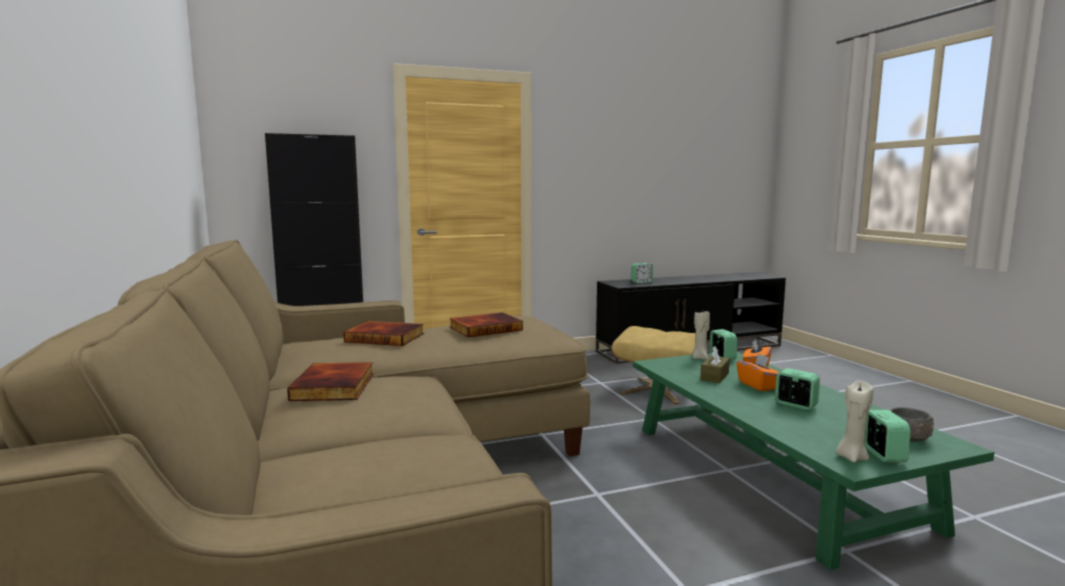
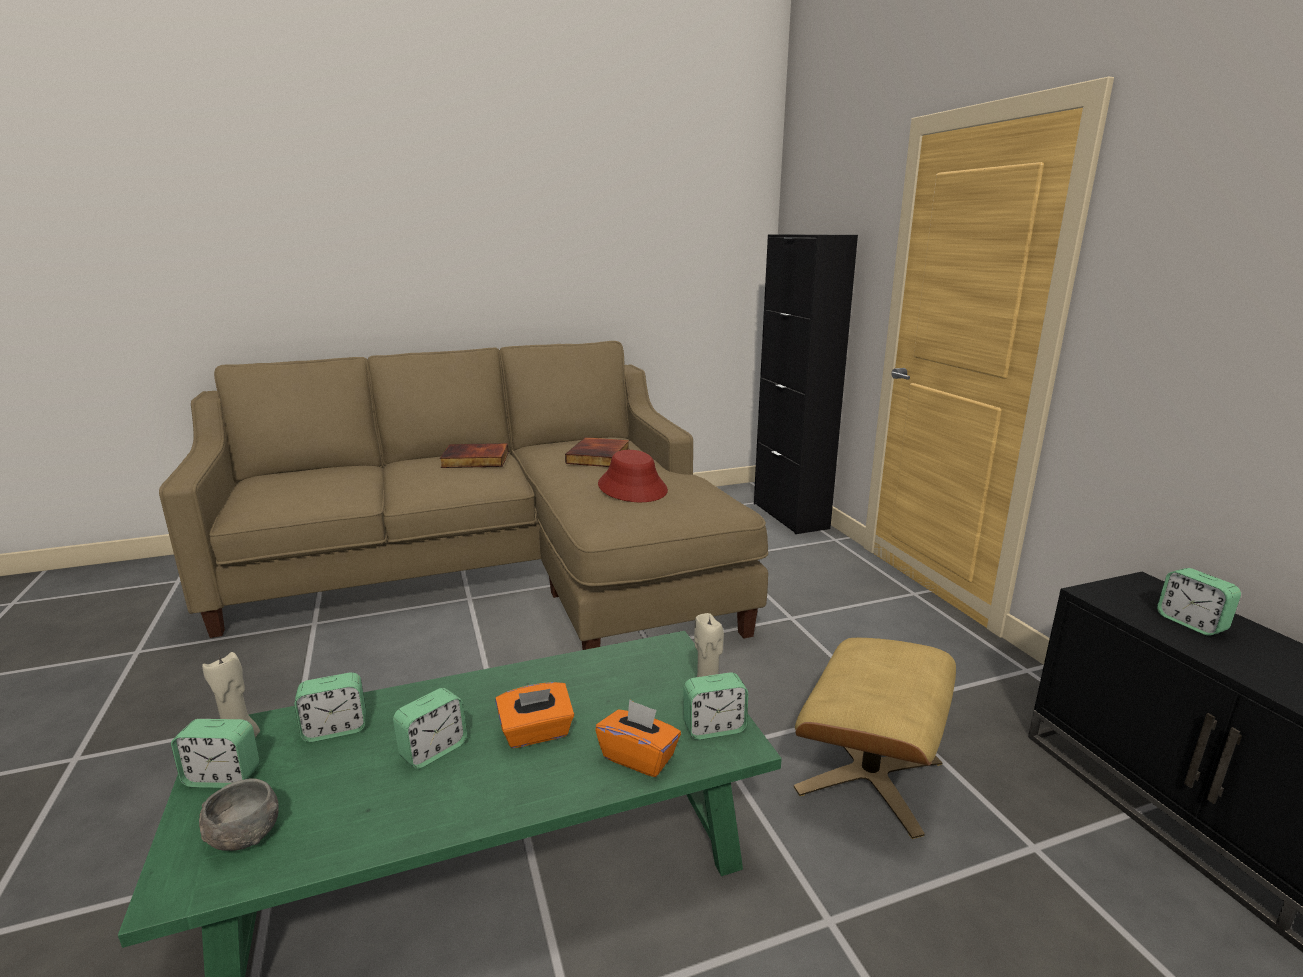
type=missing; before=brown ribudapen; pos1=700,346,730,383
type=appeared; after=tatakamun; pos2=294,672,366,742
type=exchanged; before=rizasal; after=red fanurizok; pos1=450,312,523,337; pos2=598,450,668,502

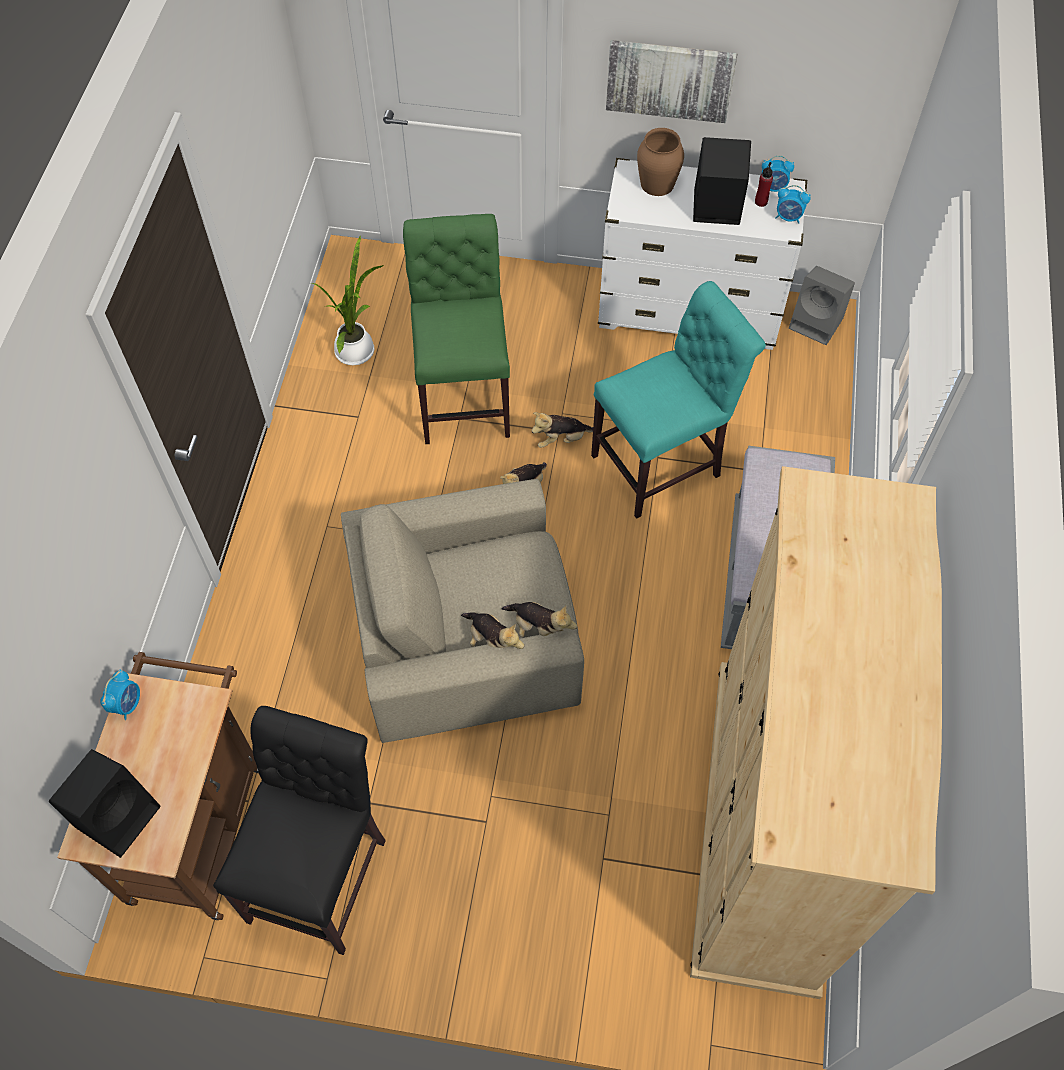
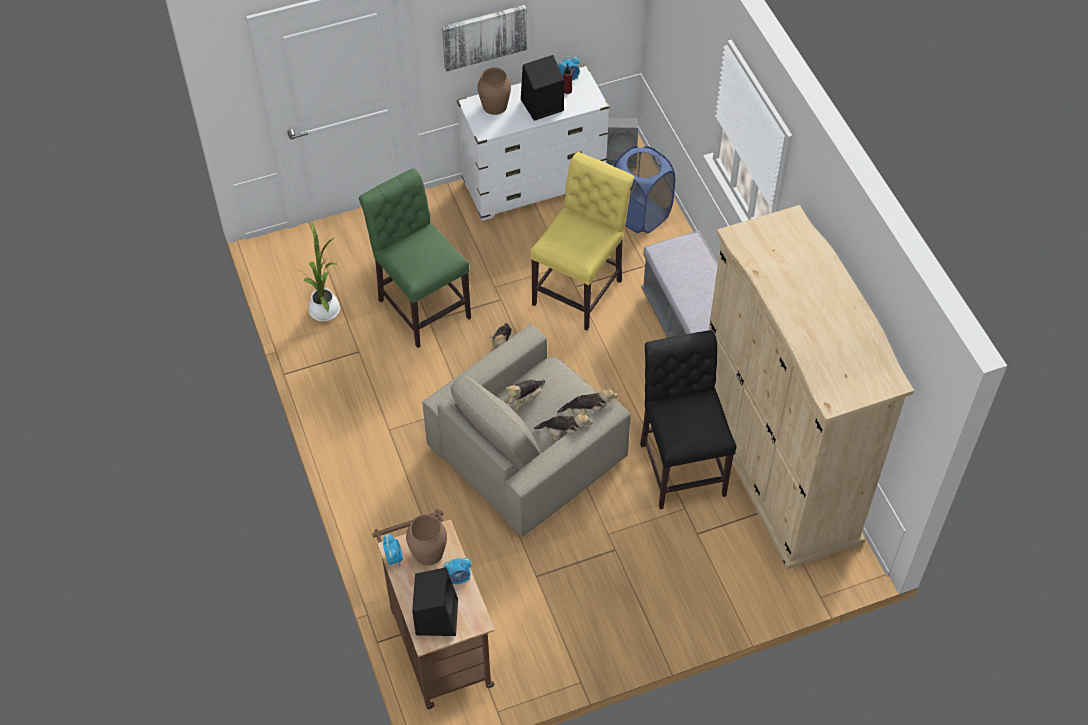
type=appeared; after=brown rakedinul; pos2=406,514,447,566
type=appeared; after=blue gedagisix; pos2=614,146,675,233
type=relocated; before=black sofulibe; pos1=213,706,386,955; pos2=640,330,737,509
type=relocated; before=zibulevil; pos1=531,412,593,448; pos2=504,379,545,412
type=relocated; before=tatakamun; pos1=775,185,811,223; pos2=443,558,471,584
type=colour; before=turquoise sofulibe; after=yellow sofulibe; pos1=591,281,766,519; pos2=530,152,634,330

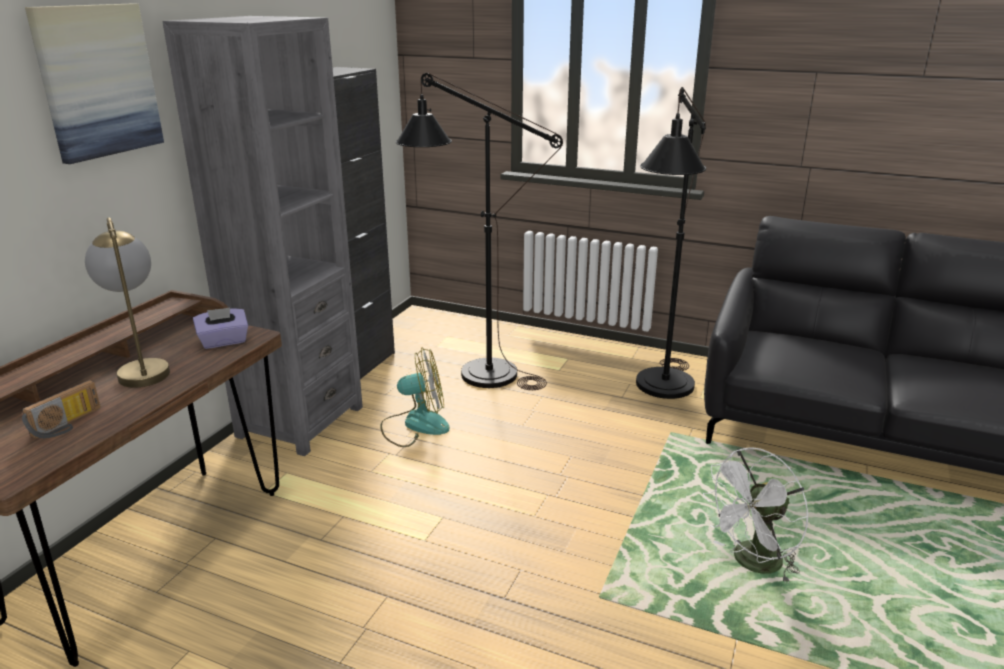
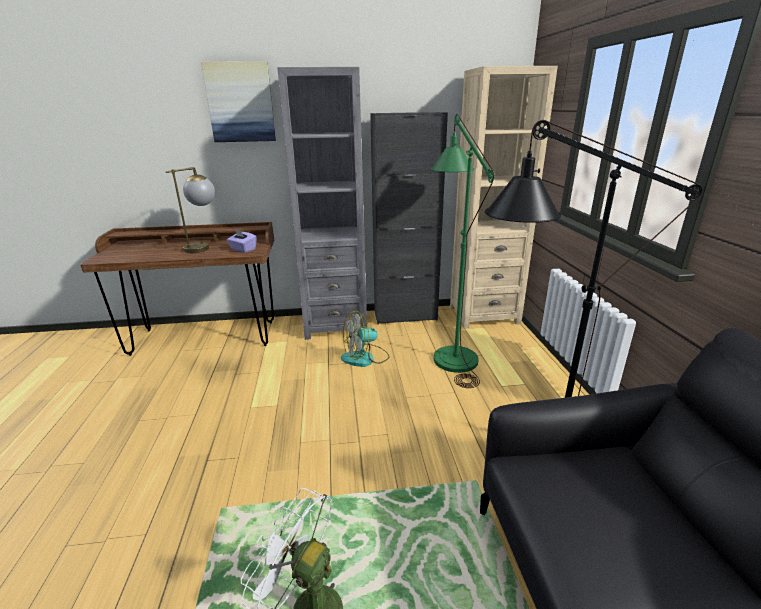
type=missing; before=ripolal; pos1=22,380,101,438
type=appeared; after=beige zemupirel; pos2=450,66,558,328
type=colour; before=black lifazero; after=green lifazero; pos1=395,73,563,390; pos2=431,114,494,388
type=spun; before=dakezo; pos1=380,347,450,447; pos2=341,311,390,367; turn=105

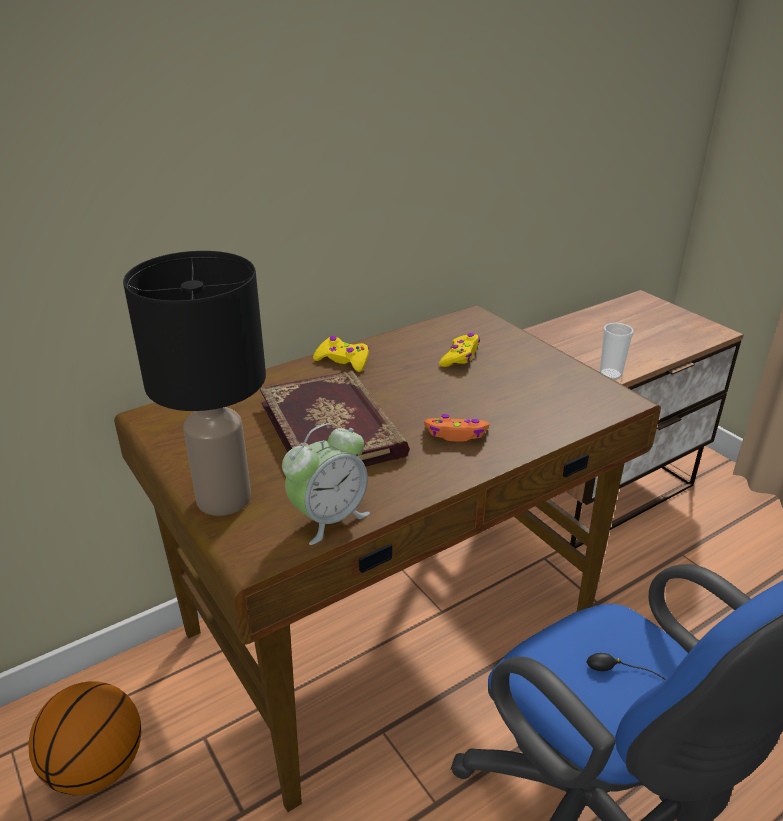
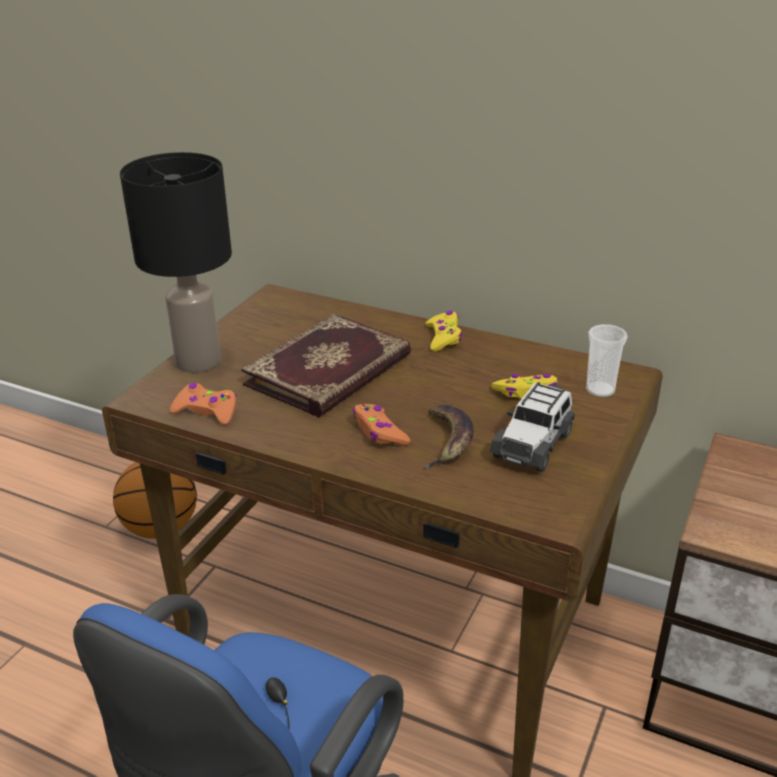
type=appeared; after=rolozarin; pos2=423,405,474,469
type=appeared; after=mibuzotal; pos2=490,382,575,472
type=relocated; before=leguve; pos1=600,323,634,380; pos2=586,324,627,397
type=exchanged; before=tatakamun; after=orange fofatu; pos1=282,423,370,545; pos2=170,383,237,425

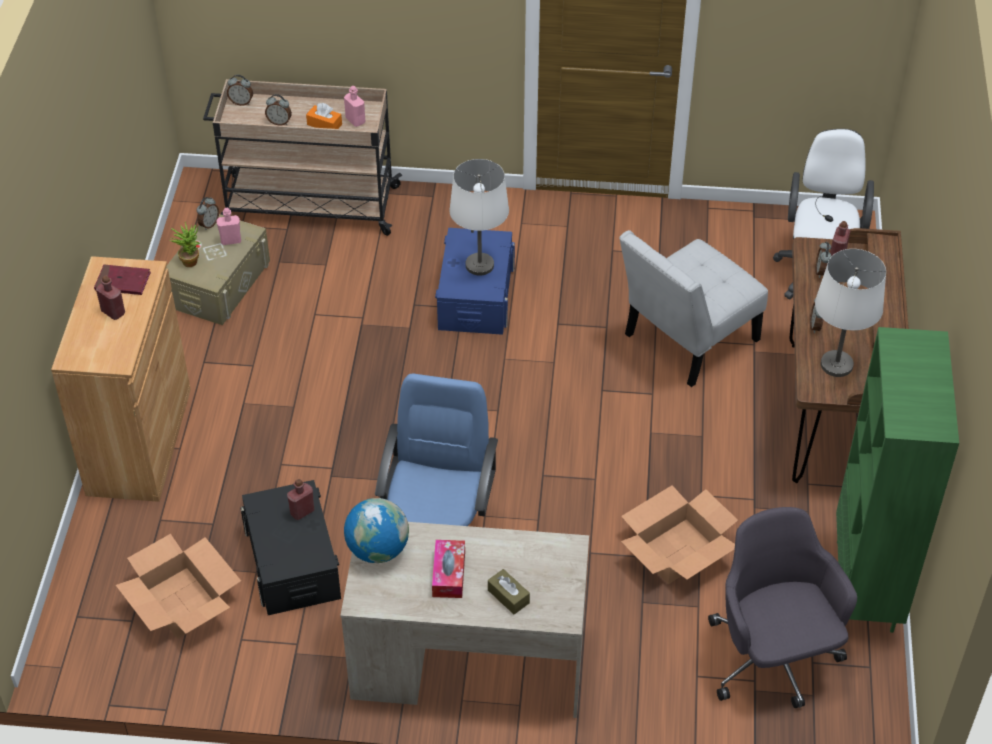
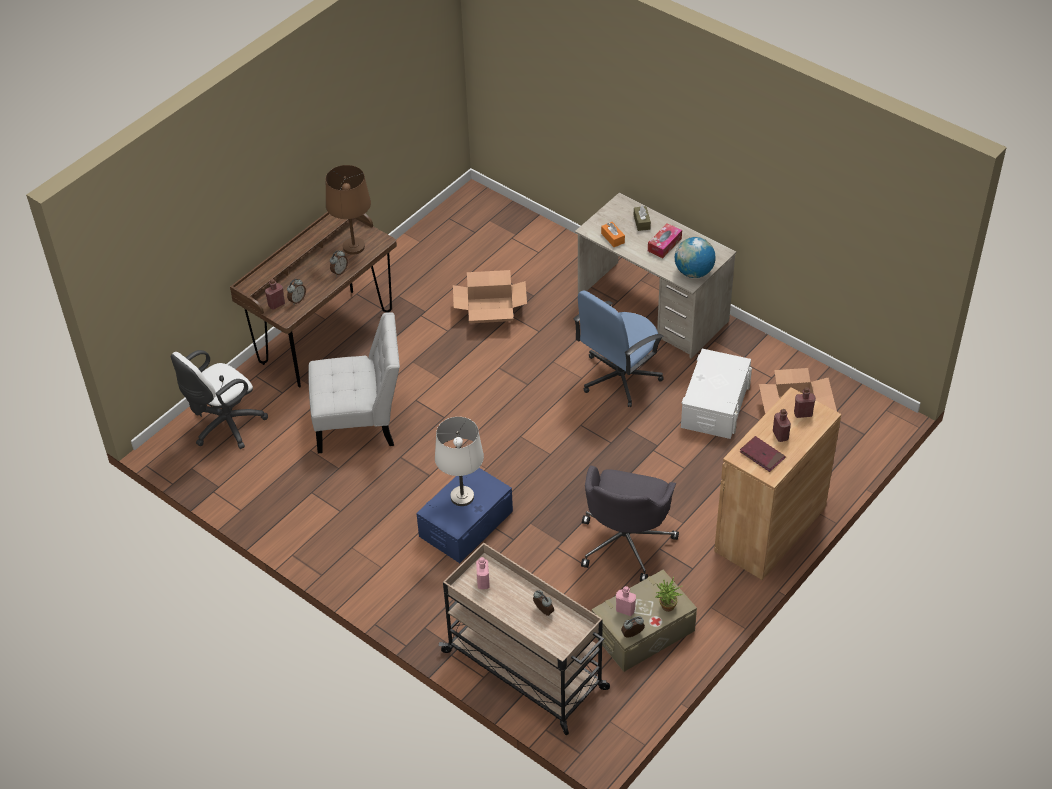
type=missing; before=tatakamun; pos1=227,75,253,106
type=missing; before=green zemupirel; pos1=836,327,959,633
type=relocated; before=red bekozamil; pos1=287,479,314,520; pos2=794,387,816,418
type=relocated; before=orange ribudapen; pos1=306,103,342,129; pos2=601,222,625,247
type=relocated; before=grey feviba; pos1=708,507,857,708; pos2=581,465,679,581
type=colour; before=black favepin; after=white favepin; pos1=241,480,341,615; pos2=681,349,752,439
type=colour; before=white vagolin; after=brown vagolin; pos1=815,249,886,377; pos2=326,165,371,255

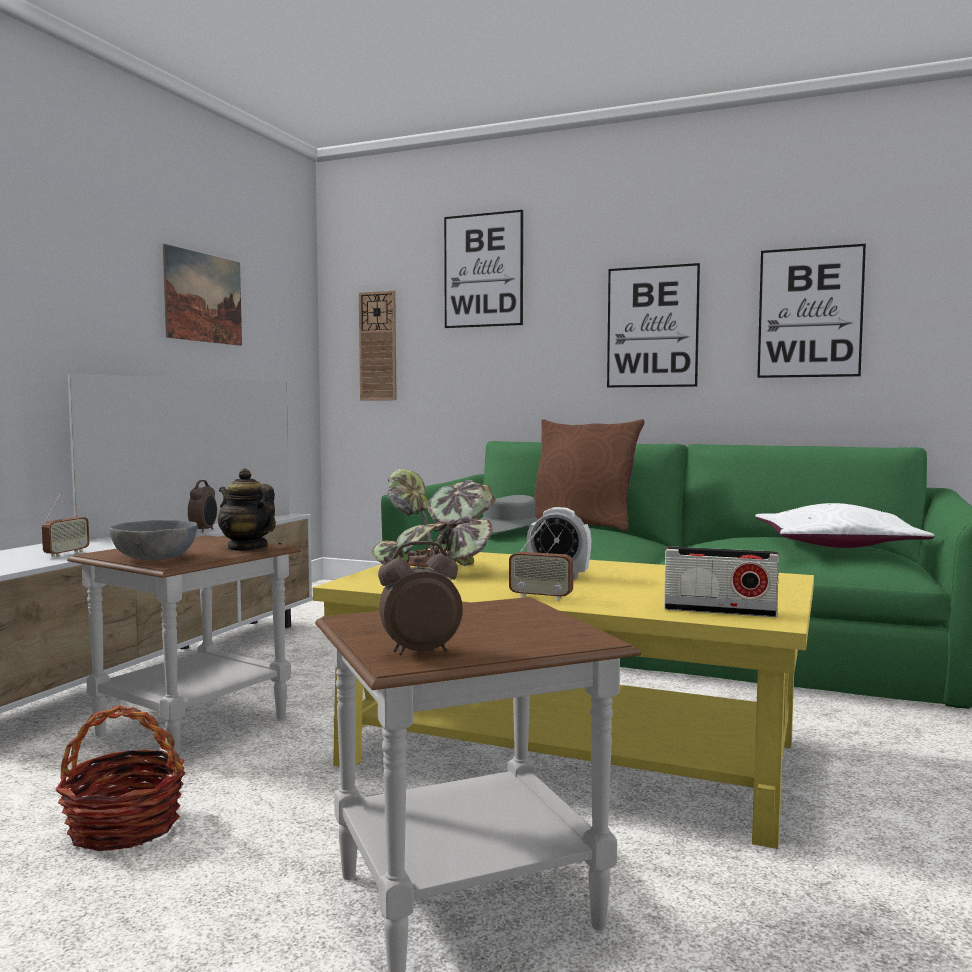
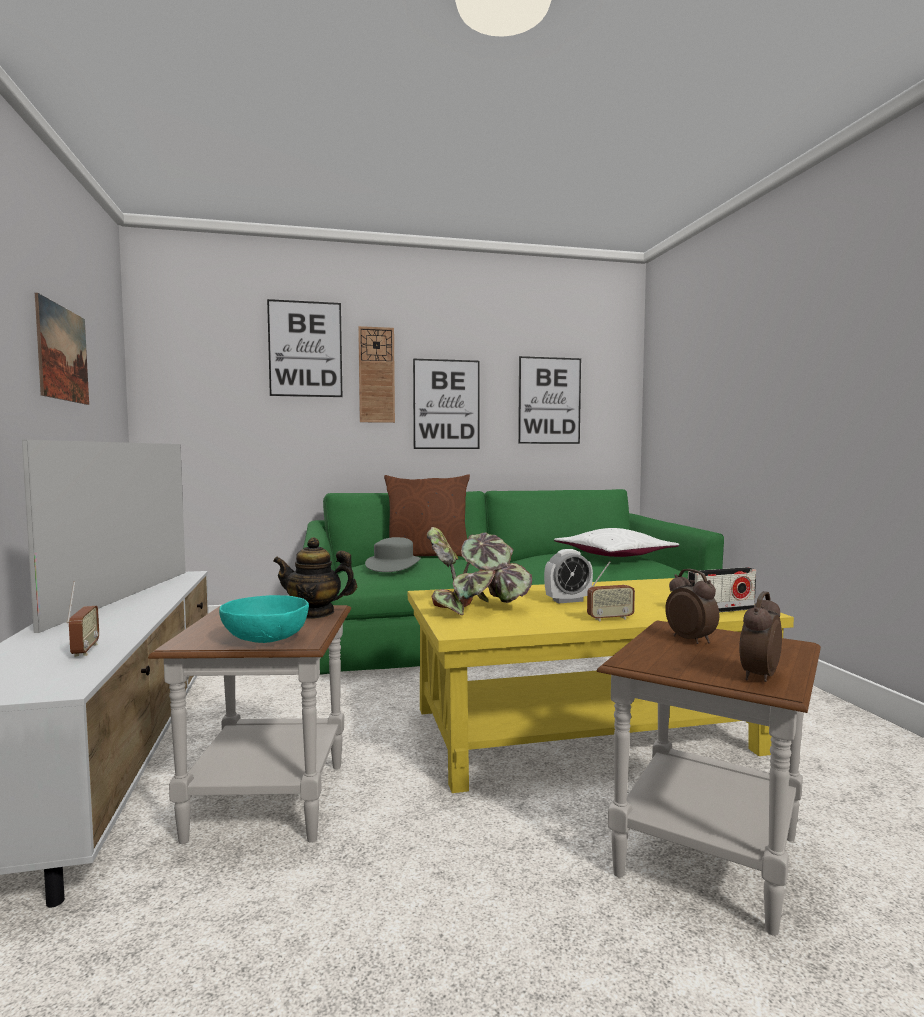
type=missing; before=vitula; pos1=55,705,185,851
type=relocated; before=tatakamun; pos1=188,480,217,532; pos2=665,569,719,644
type=relocated; before=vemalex; pos1=359,290,397,401; pos2=358,326,395,423
type=colour; before=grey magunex; after=turquoise magunex; pos1=110,520,198,561; pos2=219,595,309,643

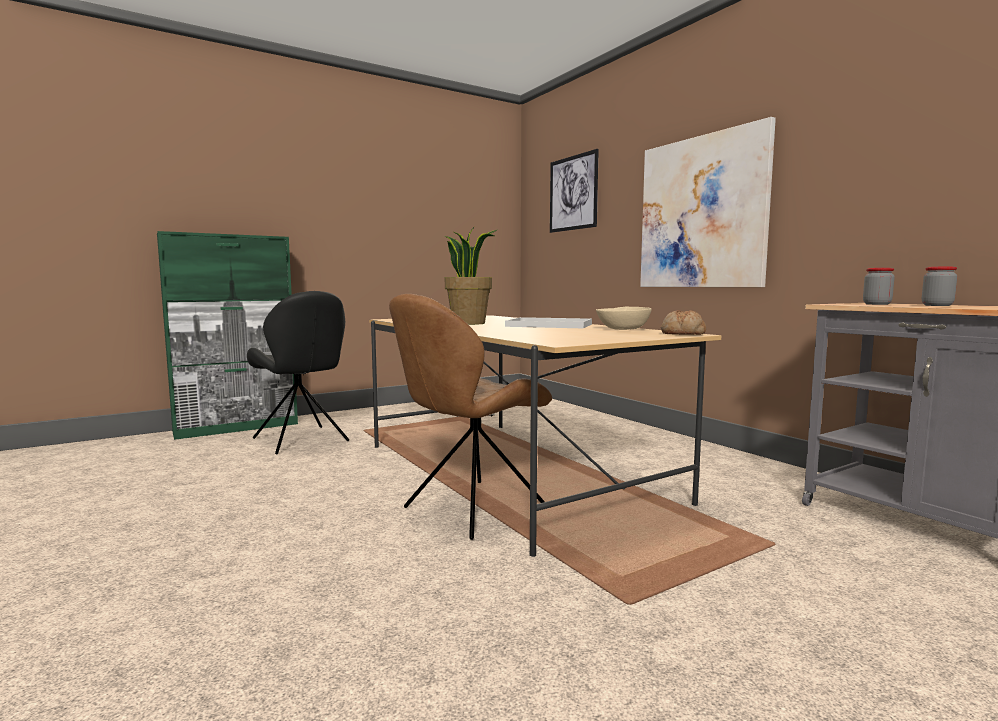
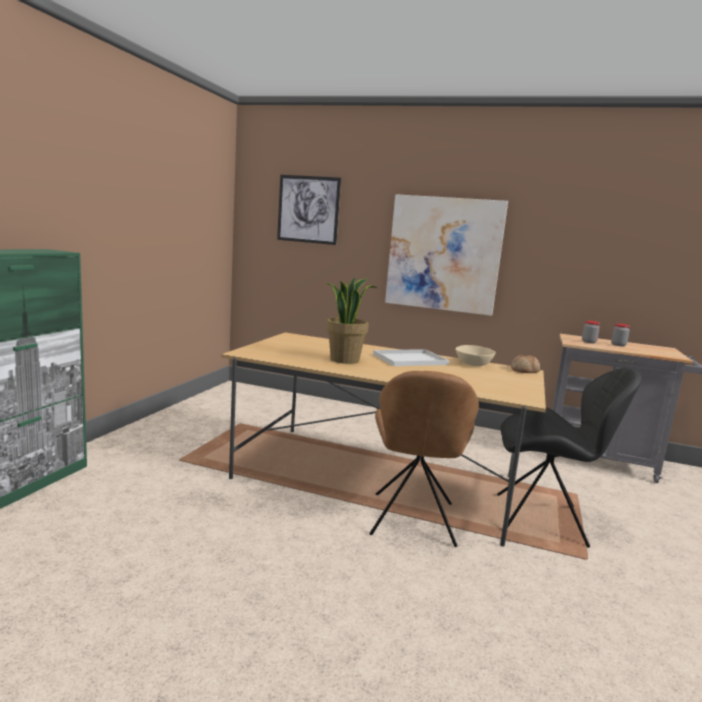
type=relocated; before=black sofulibe; pos1=247,291,349,454; pos2=497,368,642,548

